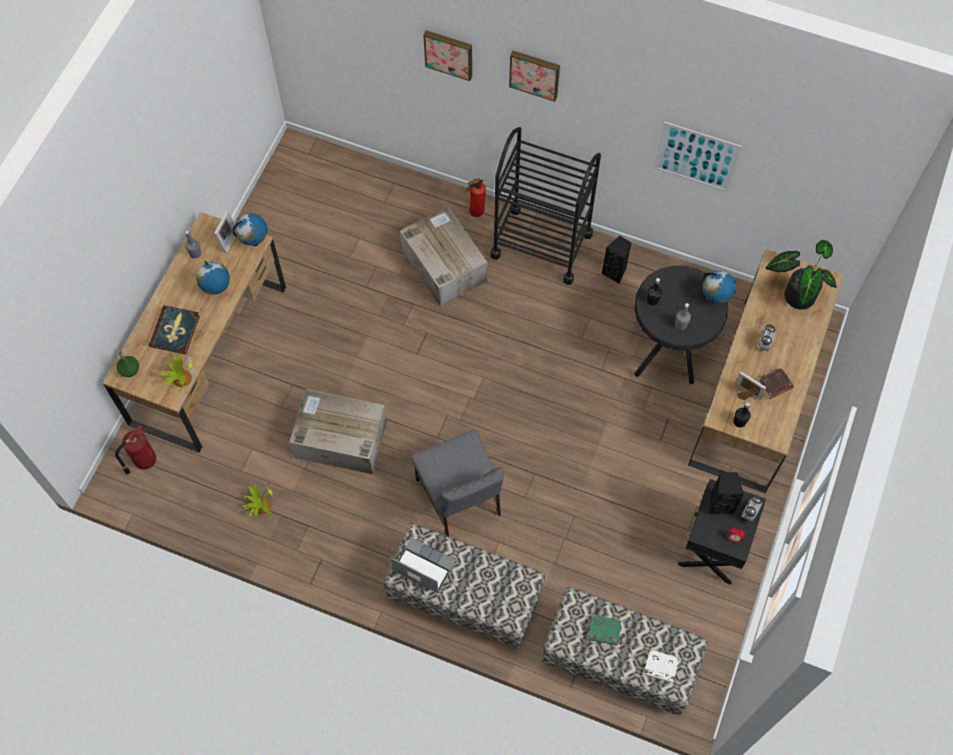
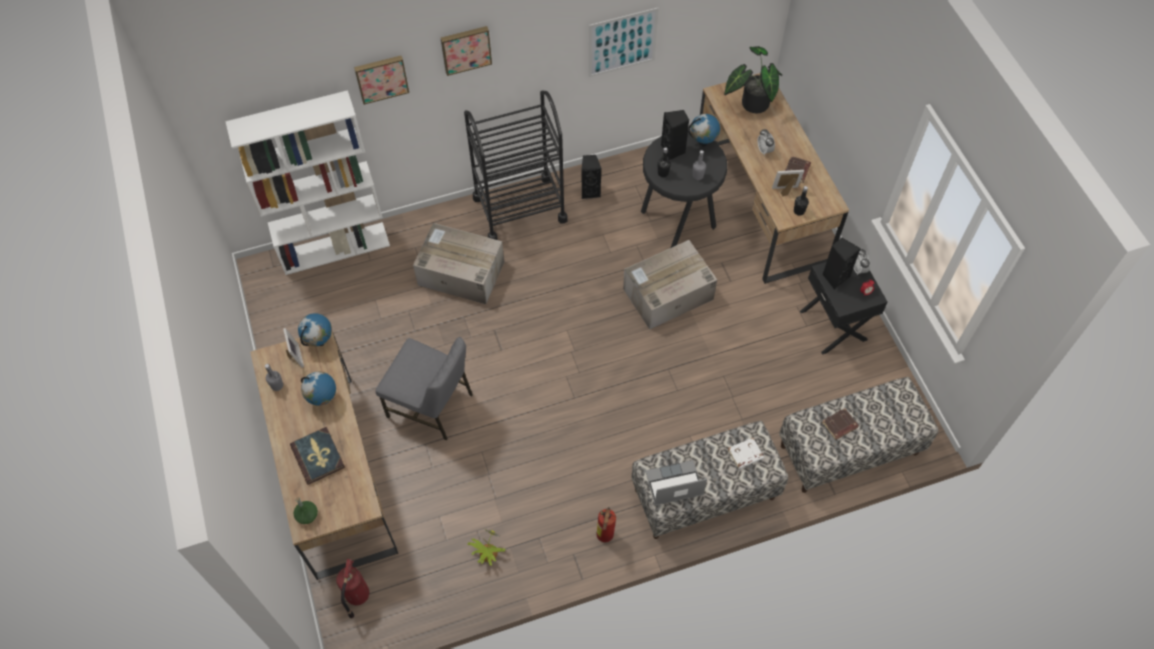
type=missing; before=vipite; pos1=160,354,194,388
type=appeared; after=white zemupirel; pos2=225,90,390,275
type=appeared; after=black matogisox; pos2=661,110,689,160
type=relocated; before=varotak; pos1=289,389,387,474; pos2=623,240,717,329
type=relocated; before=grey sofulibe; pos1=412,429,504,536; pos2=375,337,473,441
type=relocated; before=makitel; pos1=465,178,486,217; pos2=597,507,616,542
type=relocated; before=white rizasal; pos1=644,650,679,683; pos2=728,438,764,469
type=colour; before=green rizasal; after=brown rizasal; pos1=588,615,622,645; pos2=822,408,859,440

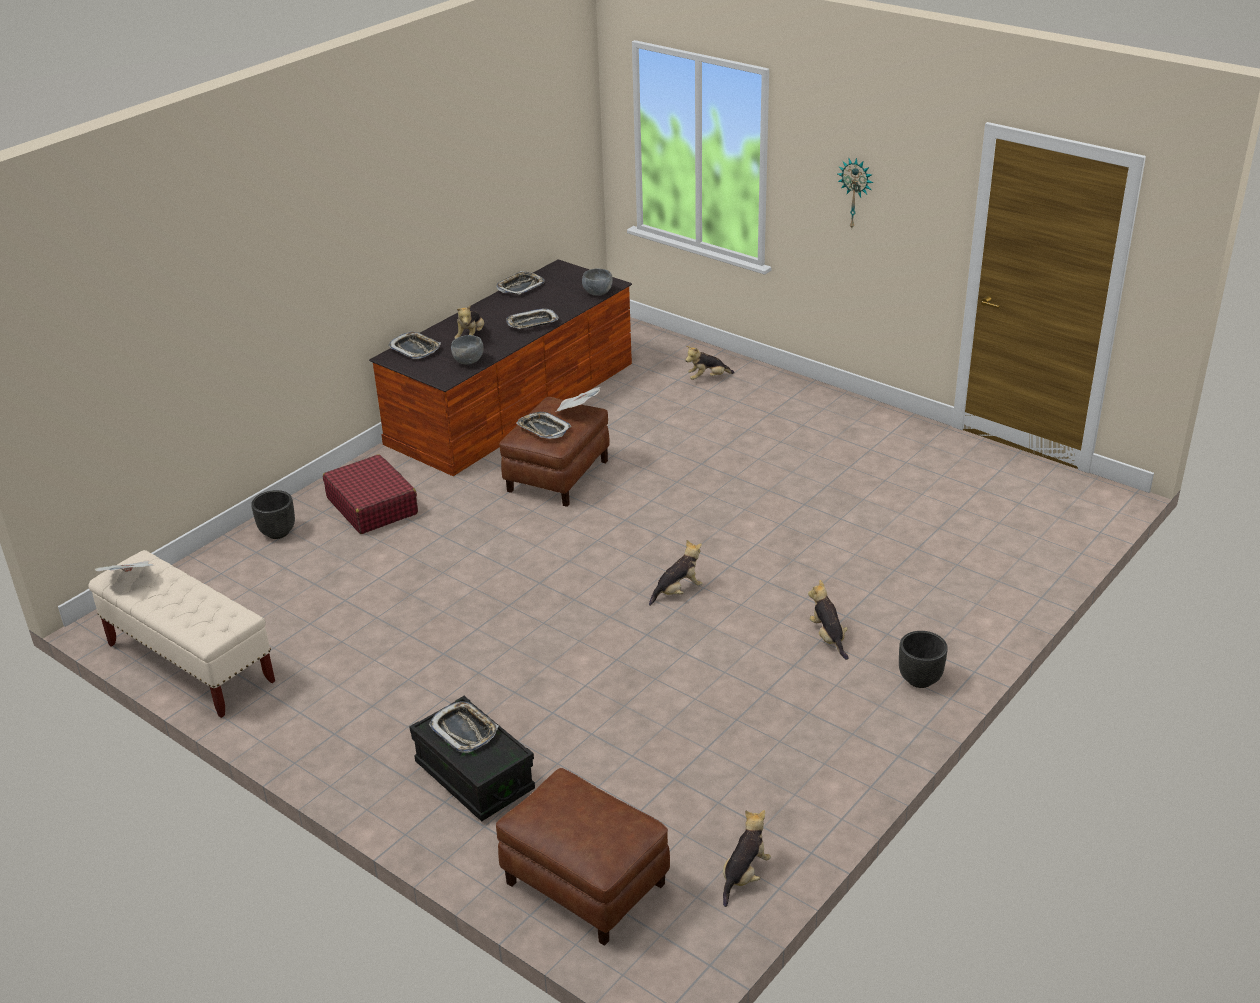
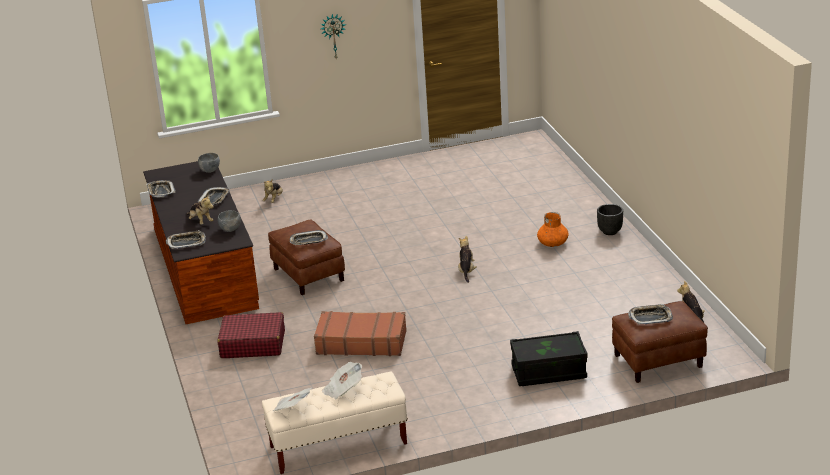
type=missing; before=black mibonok; pos1=251,490,295,539
type=appeared; after=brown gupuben; pos2=314,311,407,356
type=relocated; before=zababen; pos1=429,702,499,753; pos2=628,304,673,325
type=relocated; before=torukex; pos1=555,387,600,412; pos2=322,362,363,399
type=exchanged; before=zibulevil; after=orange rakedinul; pos1=808,580,849,660; pos2=537,212,568,247

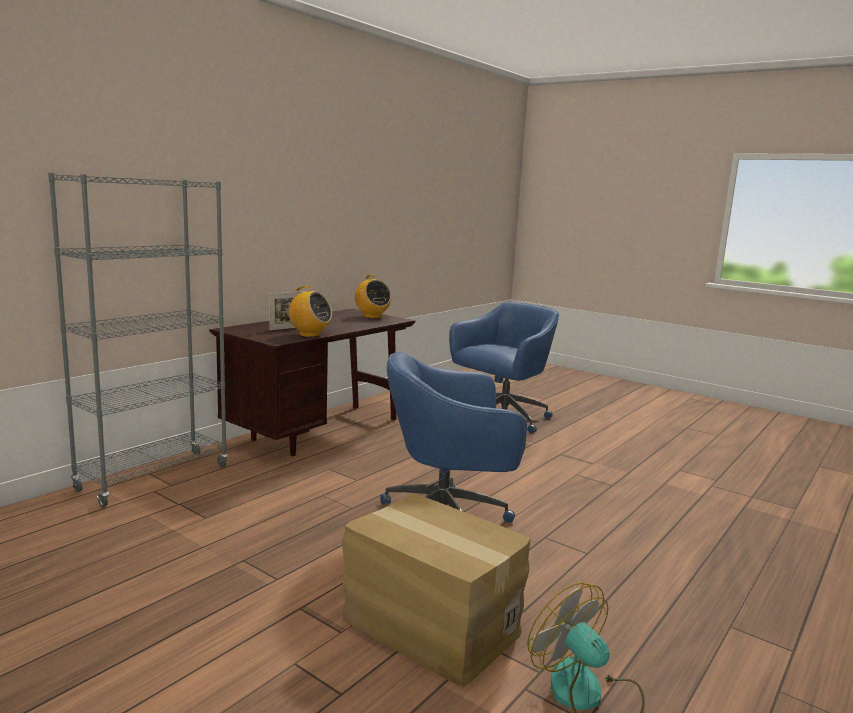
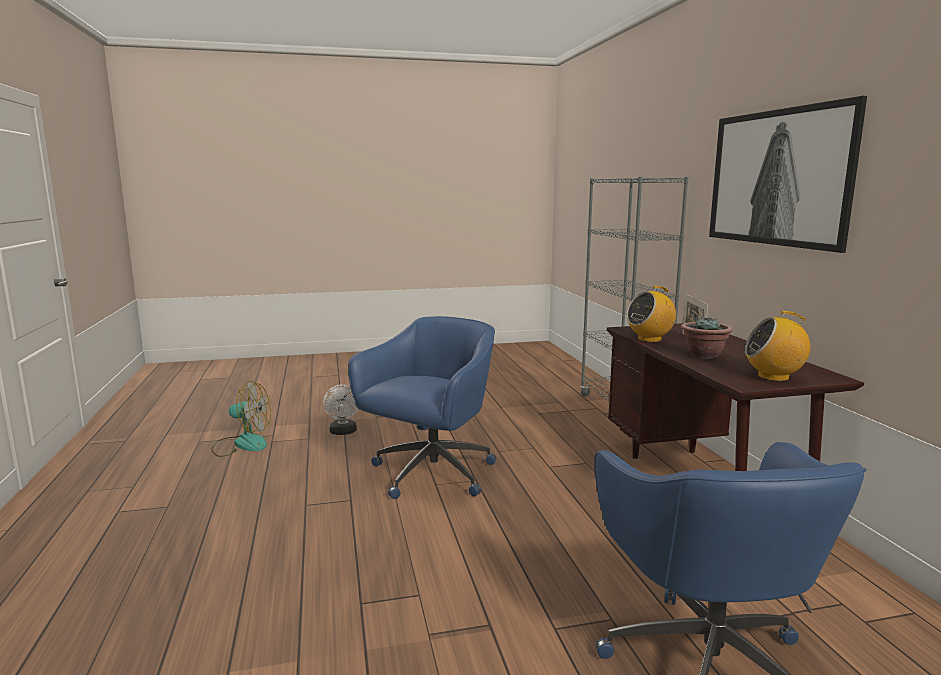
type=appeared; after=vipite; pos2=681,316,733,359
type=appeared; after=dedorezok; pos2=709,96,867,253
type=exchanged; before=varotak; after=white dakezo; pos1=342,492,531,687; pos2=323,384,359,435

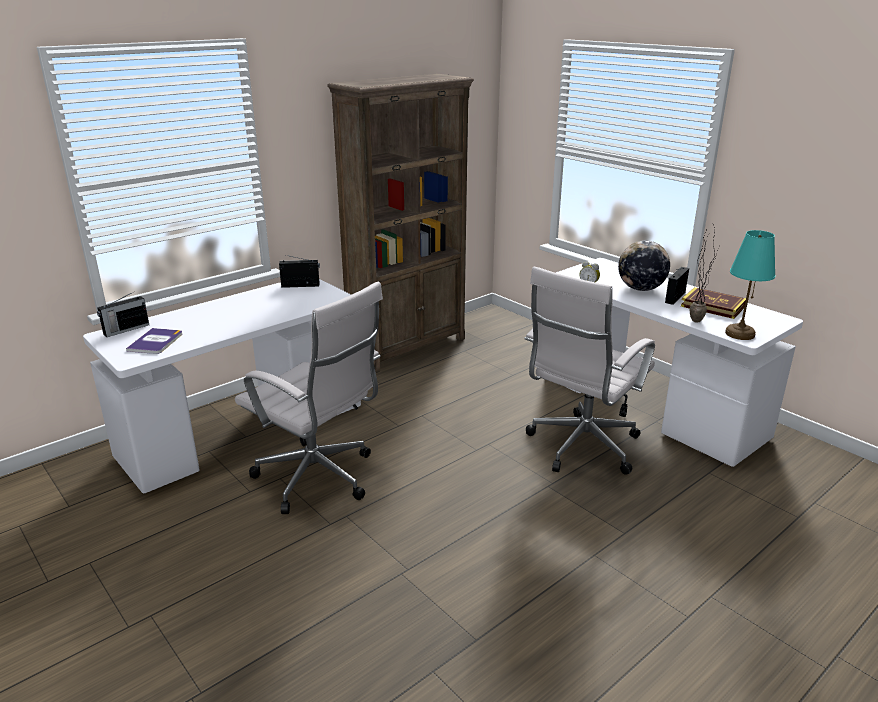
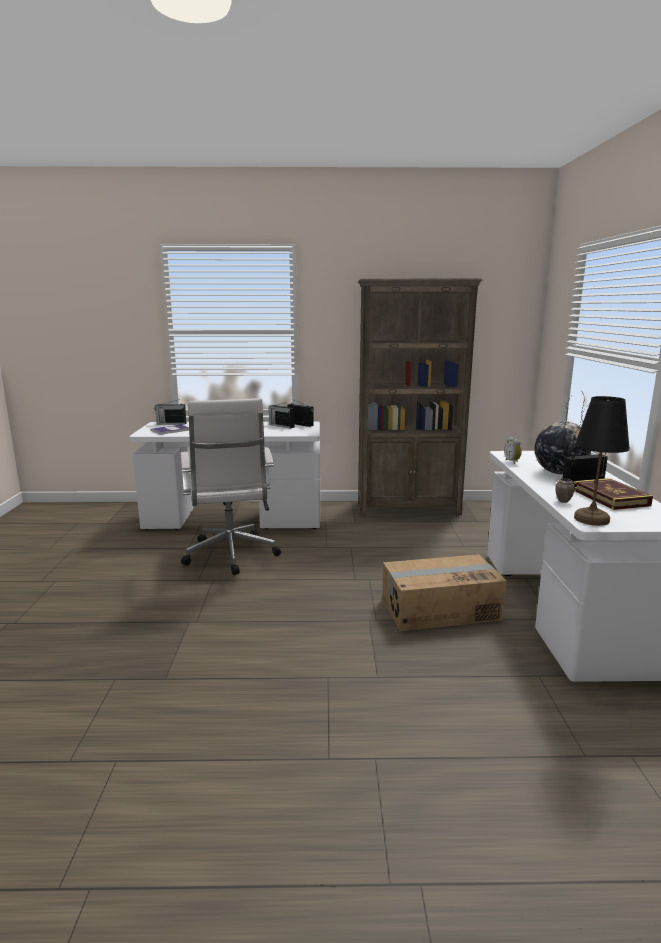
type=appeared; after=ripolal; pos2=269,402,294,429
type=exchanged; before=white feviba; after=varotak; pos1=524,267,655,475; pos2=383,554,506,631
type=colour; before=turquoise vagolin; after=black vagolin; pos1=725,230,776,340; pos2=574,396,630,526

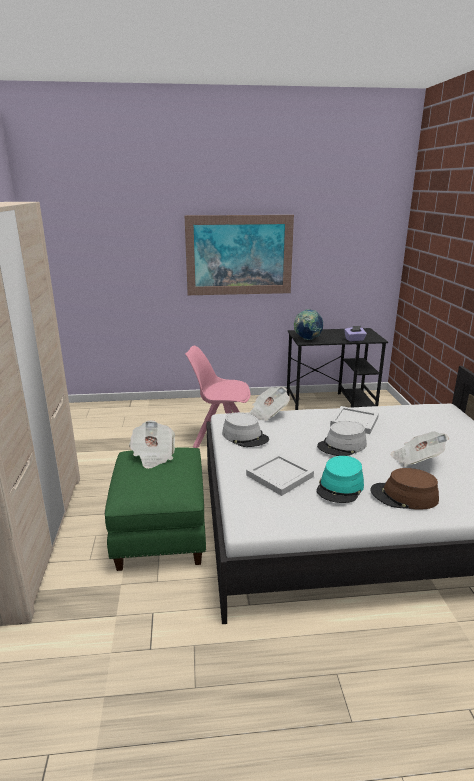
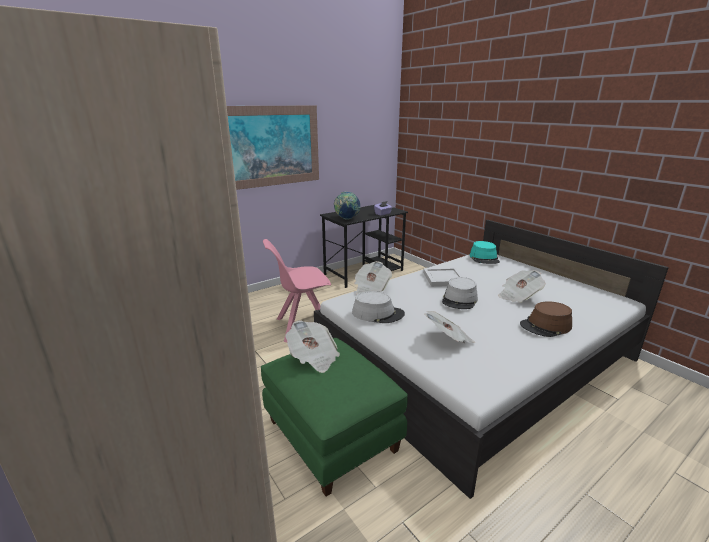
type=relocated; before=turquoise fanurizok; pos1=316,456,364,503; pos2=470,241,500,264
type=exchanged; before=white zababen; after=torukex; pos1=246,453,314,496; pos2=424,311,475,343

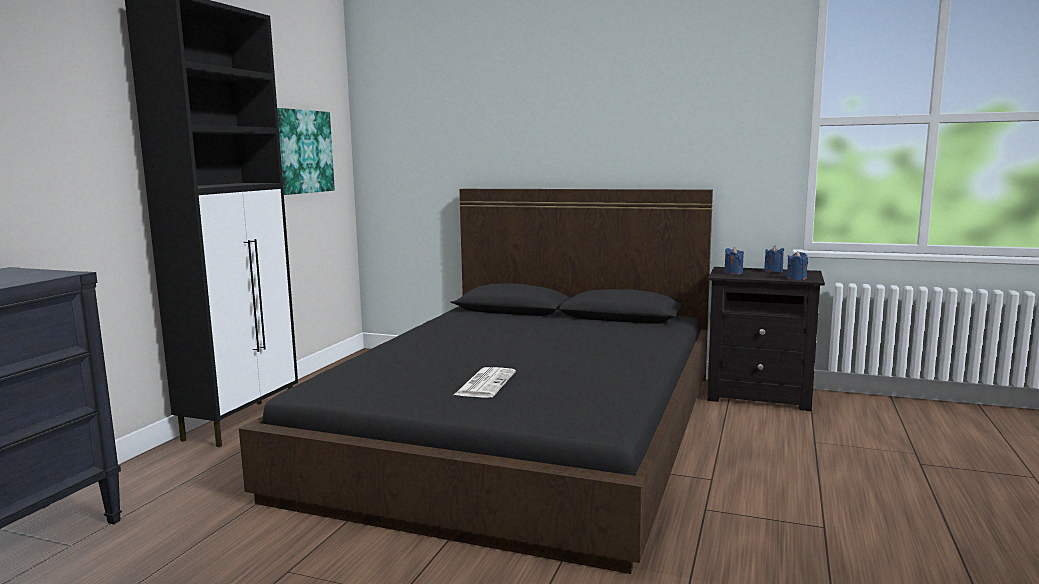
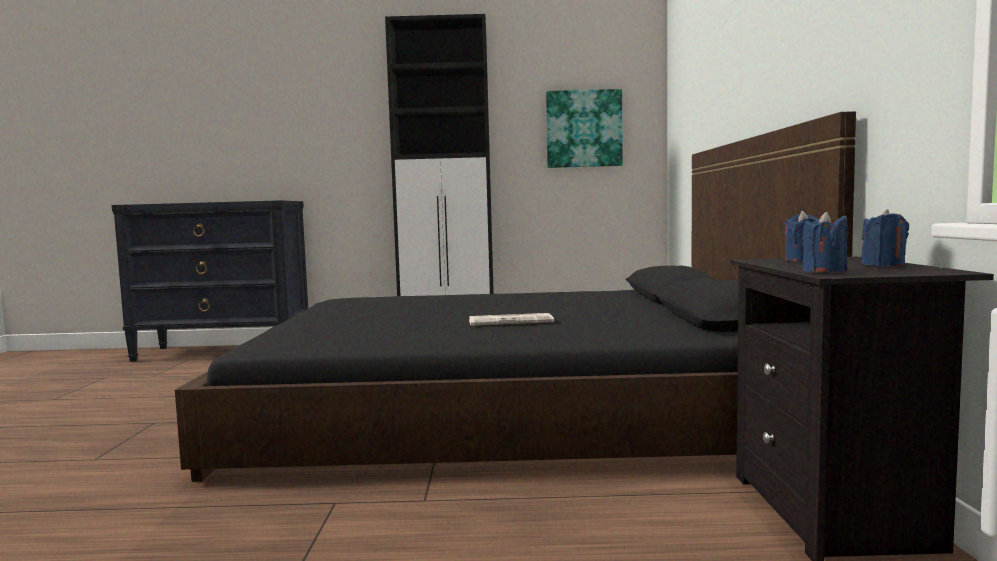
type=relocated; before=torukex; pos1=454,367,516,398; pos2=469,313,554,326

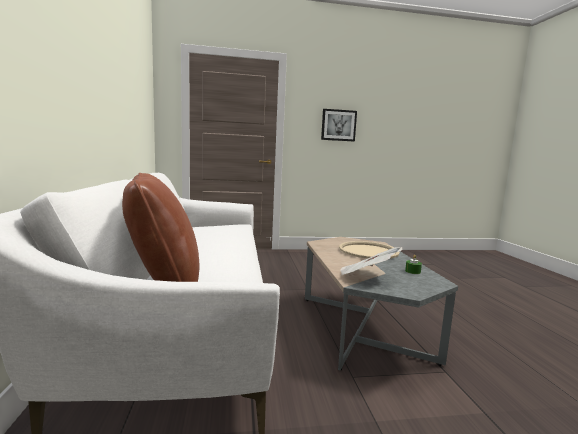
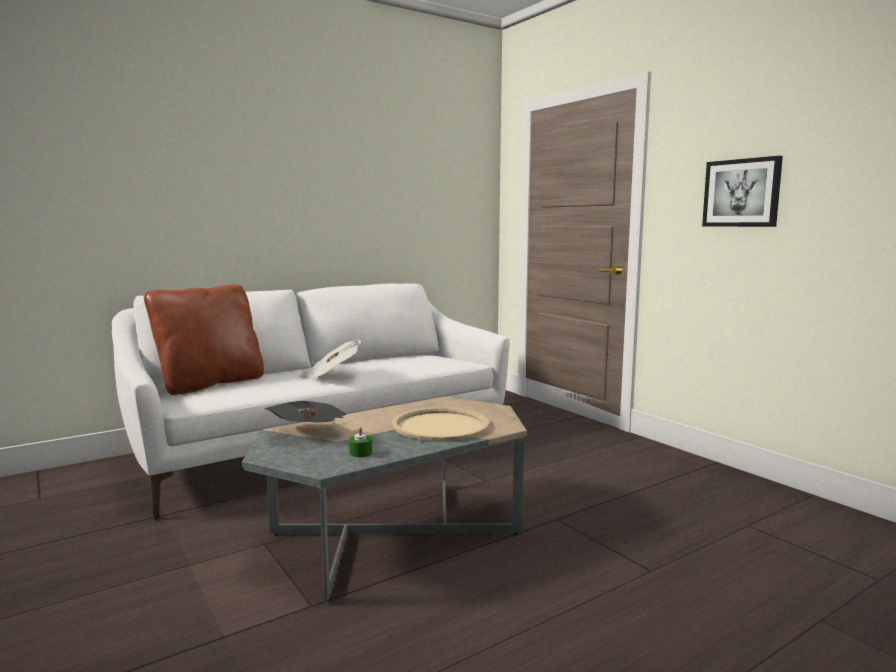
type=appeared; after=torukex; pos2=299,340,362,379

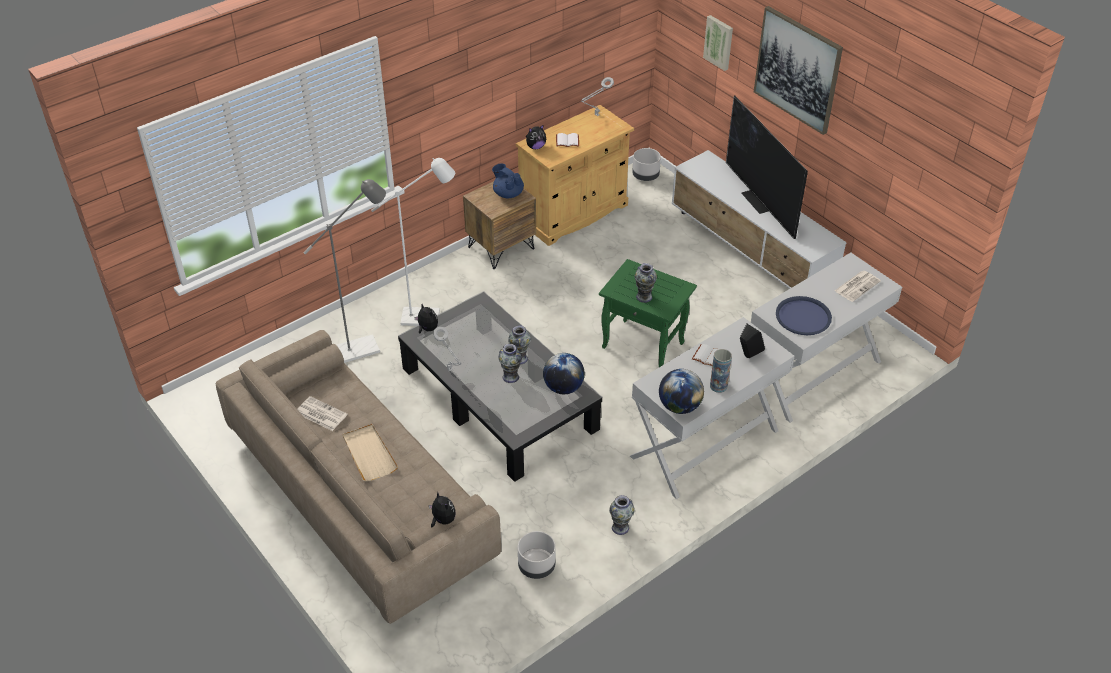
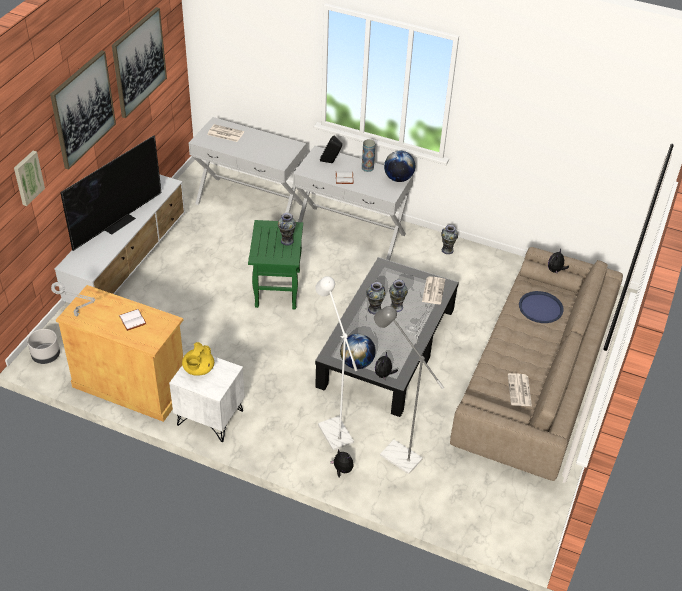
type=missing; before=beige zababen; pos1=343,424,398,481
type=missing; before=grey mibonok; pos1=518,531,556,579
type=appeared; after=dedorezok; pos2=112,7,167,118
type=appeared; after=torukex; pos2=422,276,445,304
type=relocated; before=zibulevil; pos1=526,124,546,149; pos2=330,449,353,478
type=relocated; before=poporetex; pos1=543,353,585,394; pos2=340,334,376,369
type=relocated; before=blue zababen; pos1=776,296,832,335; pos2=519,291,564,323
type=colour; before=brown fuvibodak; after=white fuvibodak; pos1=463,181,536,269; pos2=169,356,245,442
type=colour; before=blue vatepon; after=yellow vatepon; pos1=492,164,524,198; pos2=182,342,214,376

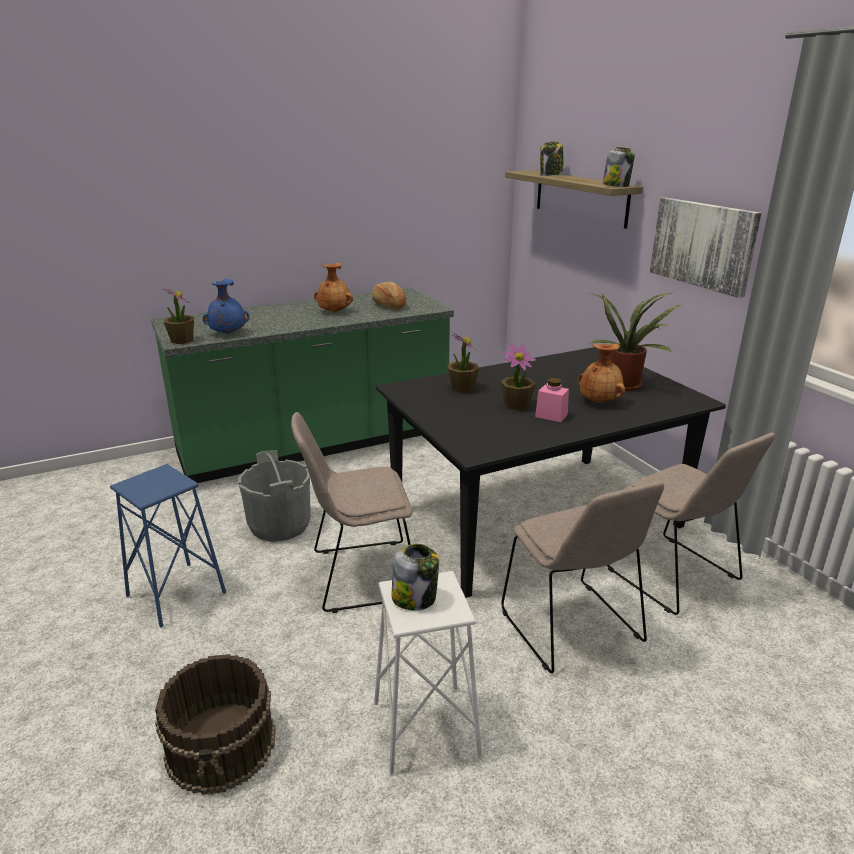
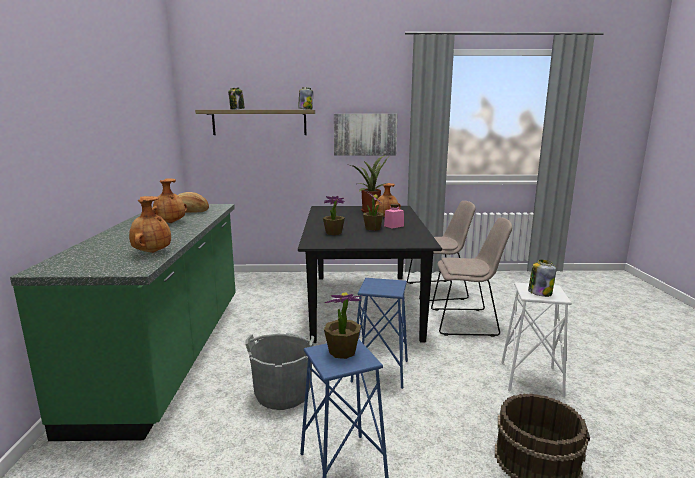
type=relocated; before=vipite; pos1=163,287,194,344; pos2=324,293,361,359
type=exchanged; before=beige sofulibe; after=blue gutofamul; pos1=291,412,413,613; pos2=351,278,408,389
type=colour; before=blue rakedinul; after=brown rakedinul; pos1=203,279,250,334; pos2=129,196,171,253

